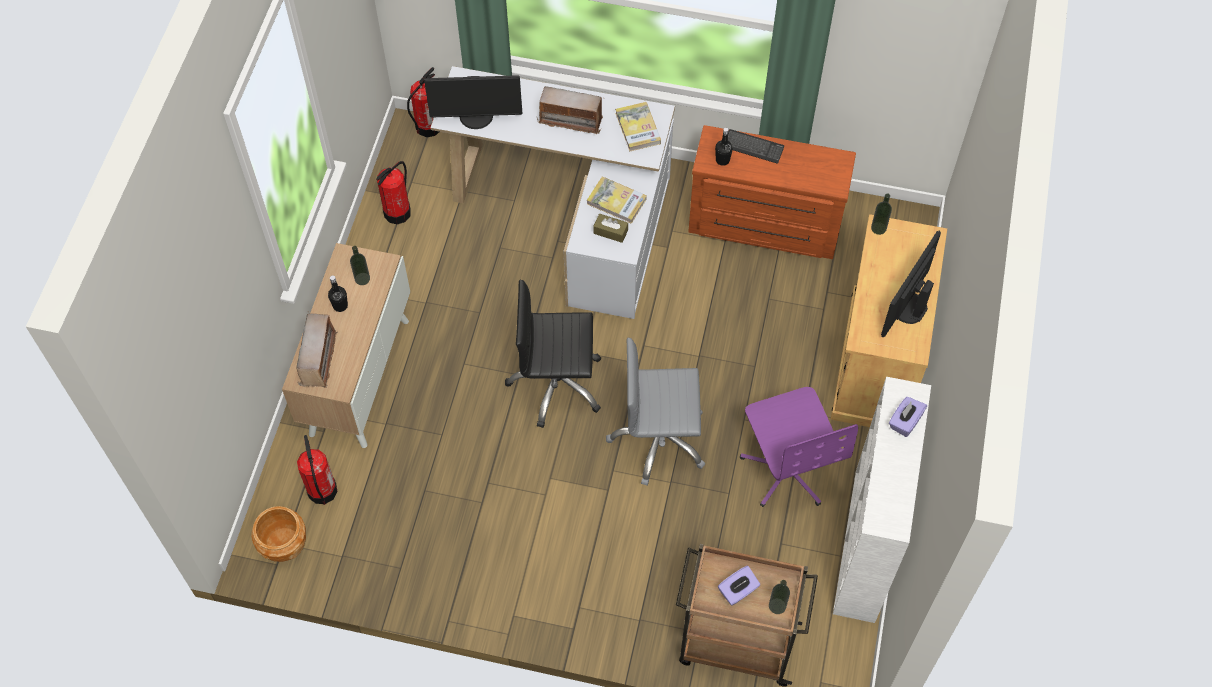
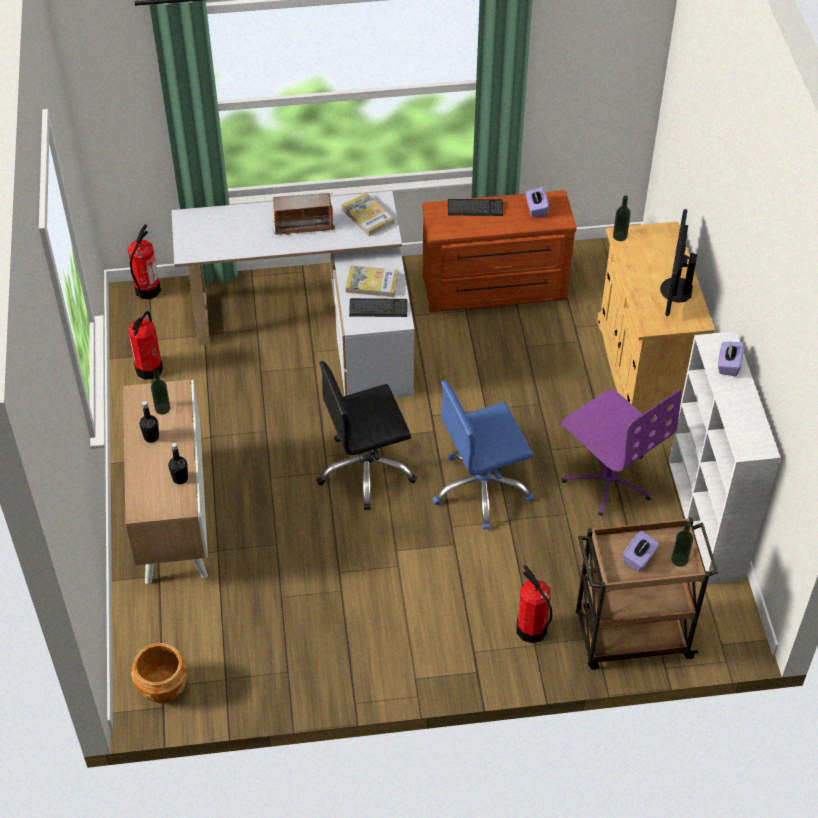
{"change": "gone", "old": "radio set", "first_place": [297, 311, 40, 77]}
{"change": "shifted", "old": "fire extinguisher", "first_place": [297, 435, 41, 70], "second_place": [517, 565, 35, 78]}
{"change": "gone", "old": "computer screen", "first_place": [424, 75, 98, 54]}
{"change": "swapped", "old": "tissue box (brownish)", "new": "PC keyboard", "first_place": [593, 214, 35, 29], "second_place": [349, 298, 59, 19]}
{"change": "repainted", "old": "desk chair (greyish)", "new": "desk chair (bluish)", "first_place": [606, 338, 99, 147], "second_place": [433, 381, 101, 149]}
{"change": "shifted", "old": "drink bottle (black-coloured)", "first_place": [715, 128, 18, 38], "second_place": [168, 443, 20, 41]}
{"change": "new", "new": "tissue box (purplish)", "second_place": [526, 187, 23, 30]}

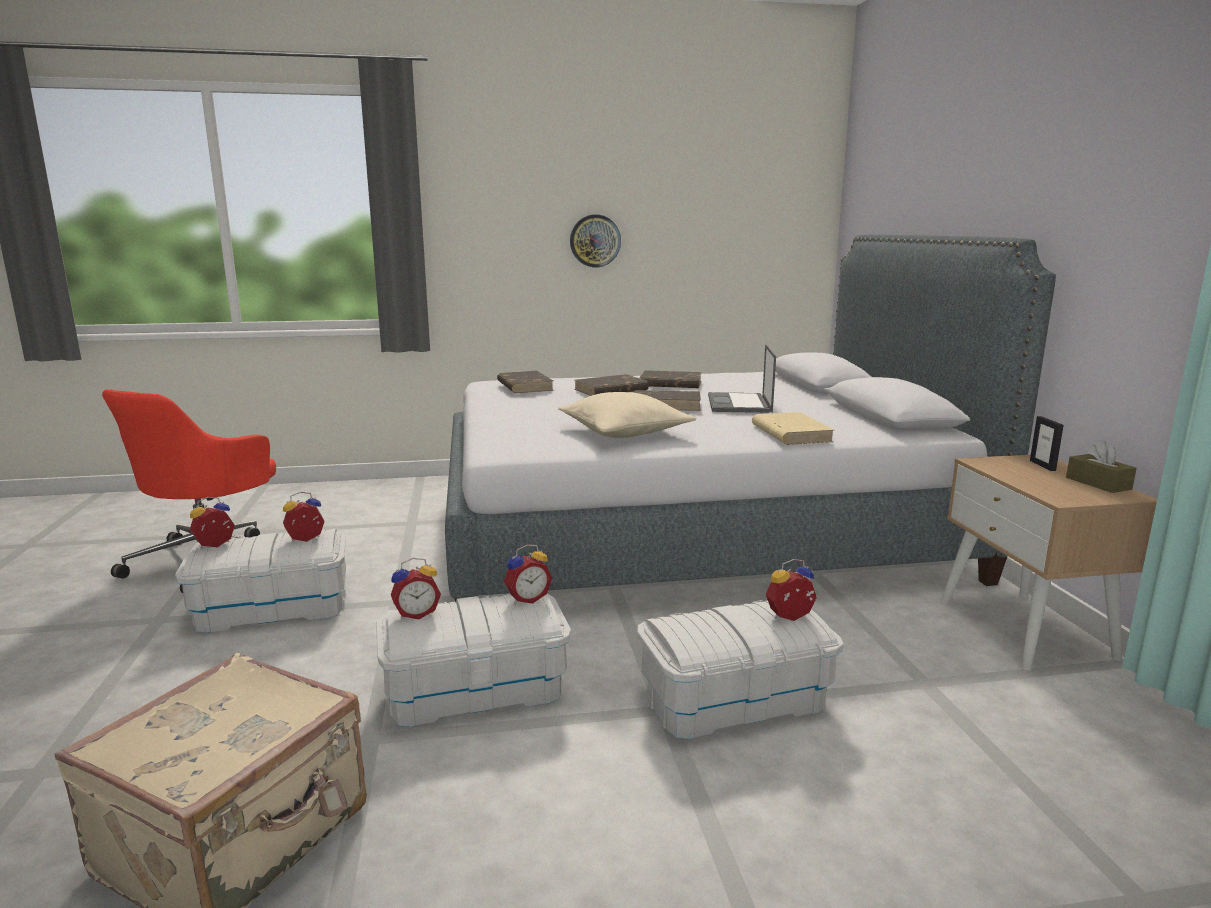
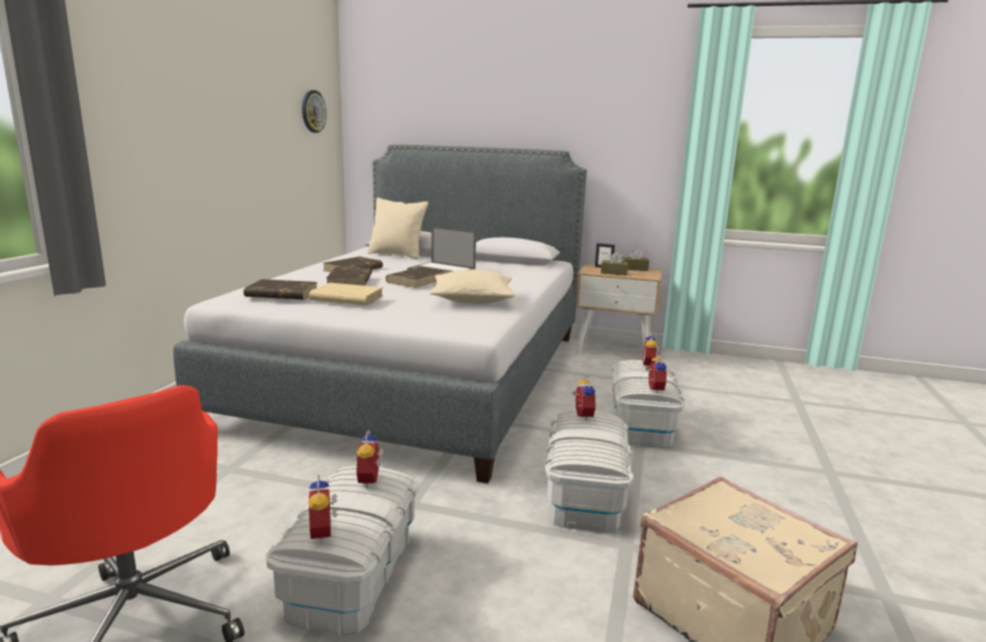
{"change": "shifted", "old": "alarm clock", "first_place": [391, 558, 50, 61], "second_place": [646, 353, 21, 41]}
{"change": "shifted", "old": "wall clock", "first_place": [570, 214, 51, 54], "second_place": [302, 90, 25, 43]}
{"change": "shifted", "old": "volume (beige-coloured)", "first_place": [752, 412, 82, 33], "second_place": [309, 283, 74, 22]}
{"change": "new", "new": "throw pillow (beige-coloured)", "second_place": [367, 198, 61, 61]}
{"change": "new", "new": "tissue box (brownish)", "second_place": [601, 252, 28, 24]}

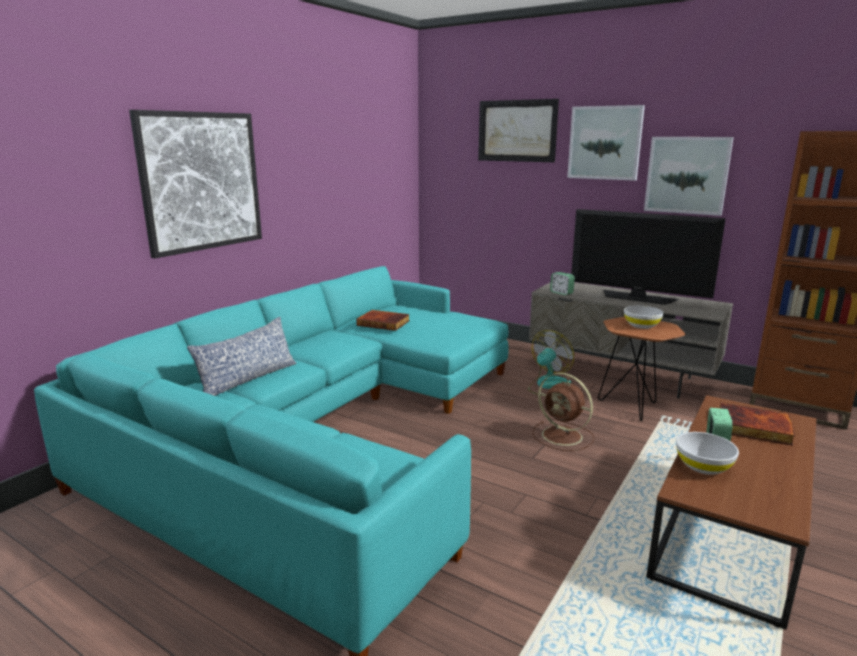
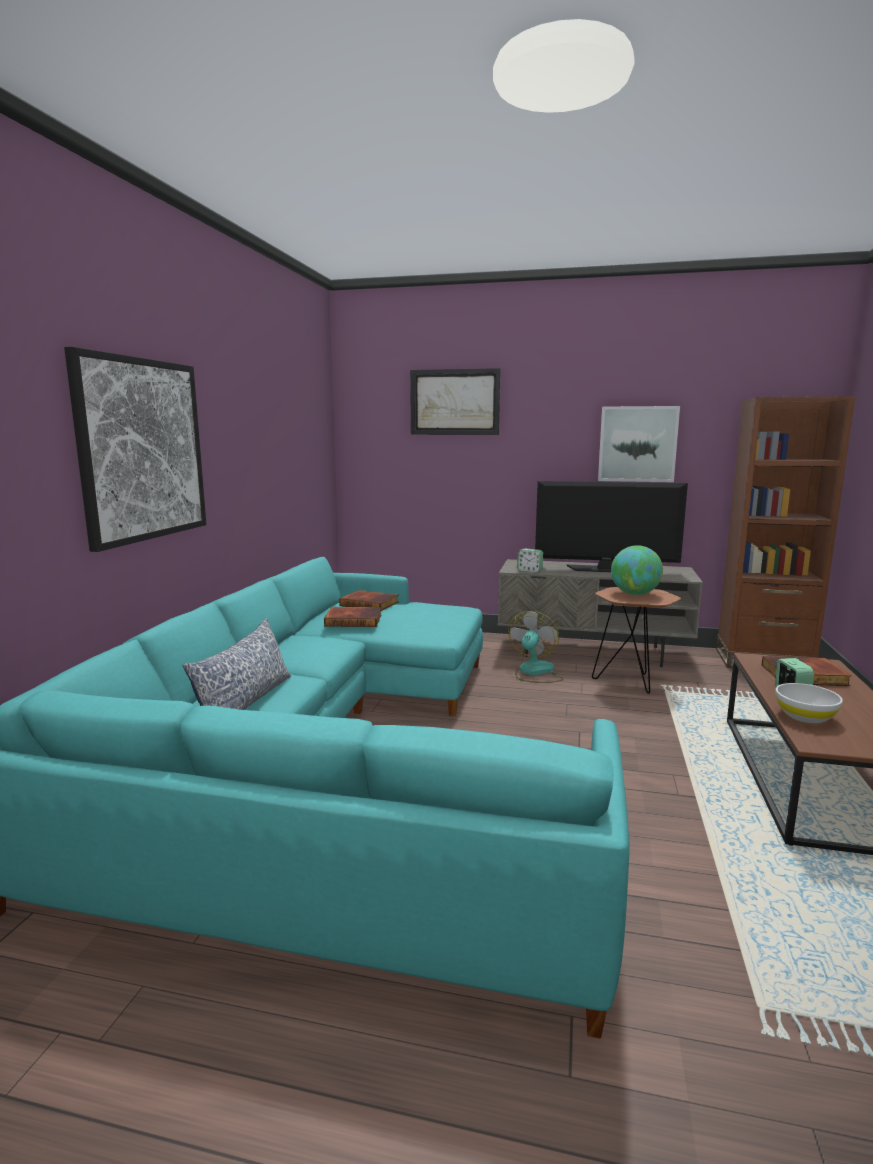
{"change": "gone", "old": "electric fan (brownish)", "first_place": [532, 373, 62, 78]}
{"change": "gone", "old": "wall picture", "first_place": [567, 105, 78, 76]}
{"change": "swapped", "old": "bowl (white-coloured)", "new": "desk globe", "first_place": [624, 306, 40, 23], "second_place": [611, 545, 52, 50]}
{"change": "new", "new": "volume", "second_place": [339, 590, 59, 21]}

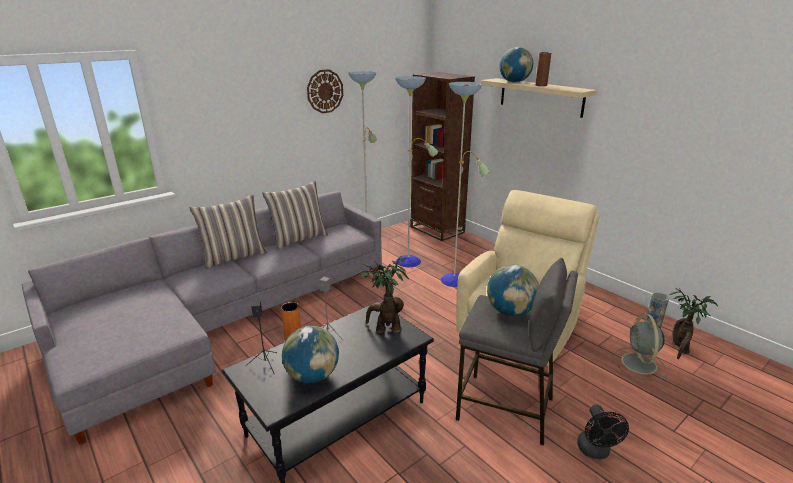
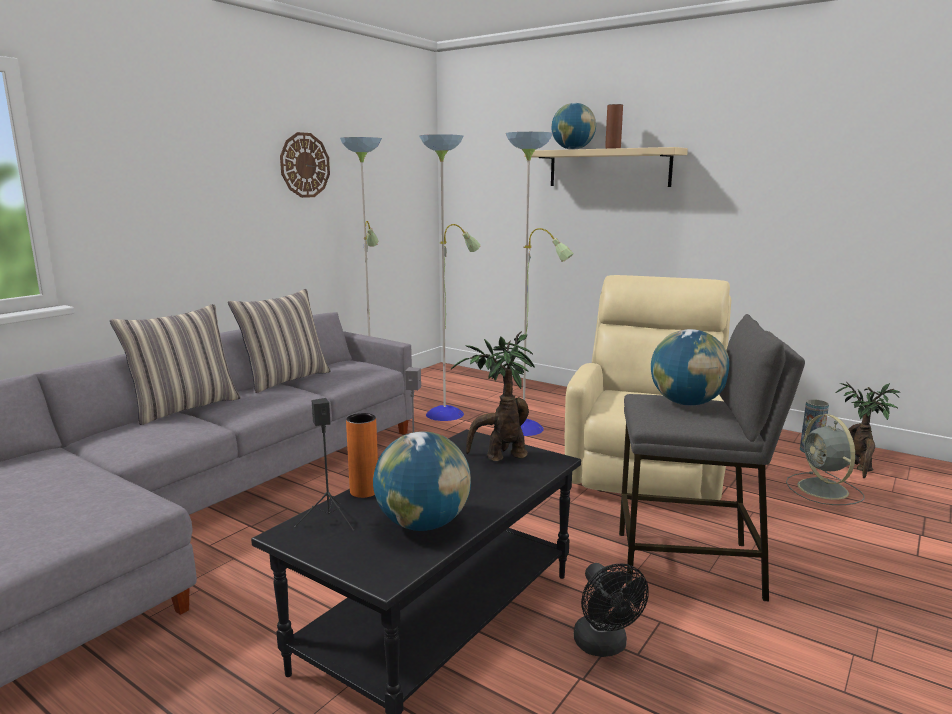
{"change": "gone", "old": "shelving unit (brownish)", "first_place": [410, 72, 65, 169]}
{"change": "shifted", "old": "electric fan (black-coloured)", "first_place": [577, 405, 52, 54], "second_place": [574, 563, 75, 94]}

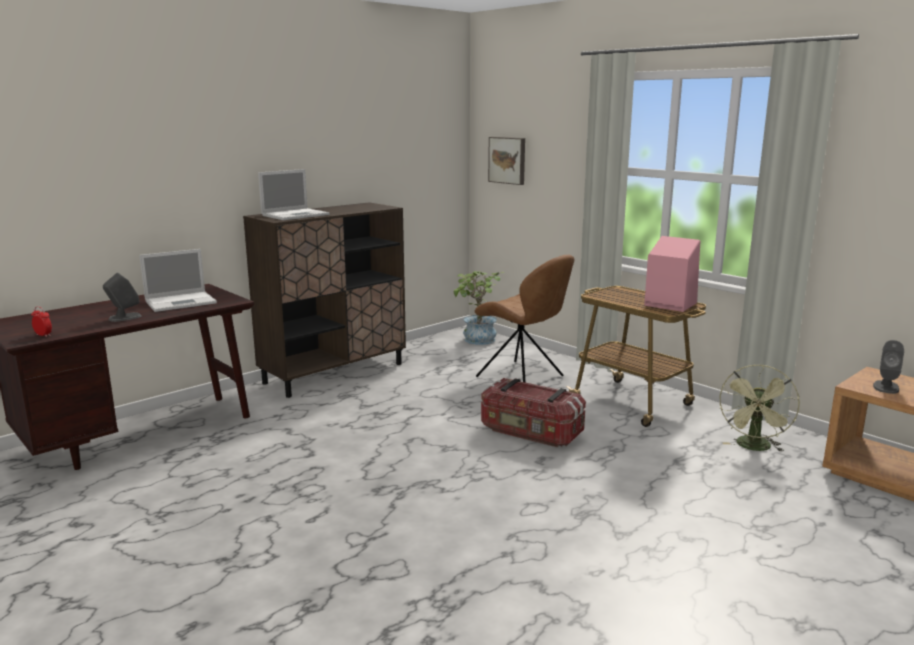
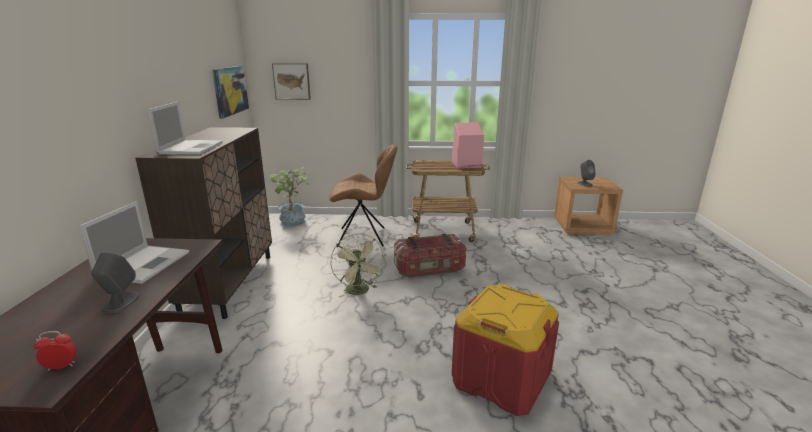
{"change": "shifted", "old": "electric fan (green-coloured)", "first_place": [720, 365, 80, 86], "second_place": [330, 233, 55, 65]}
{"change": "new", "new": "wall picture", "second_place": [212, 66, 37, 53]}
{"change": "new", "new": "storage container (red-coloured)", "second_place": [452, 284, 107, 132]}

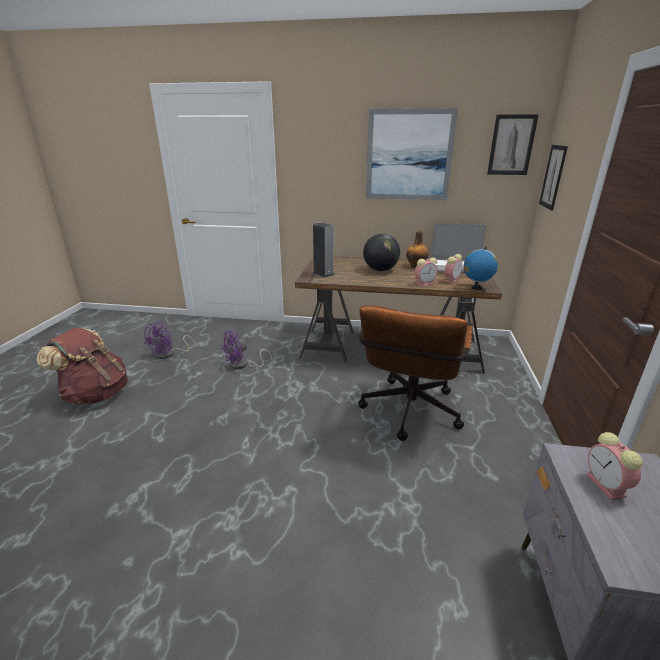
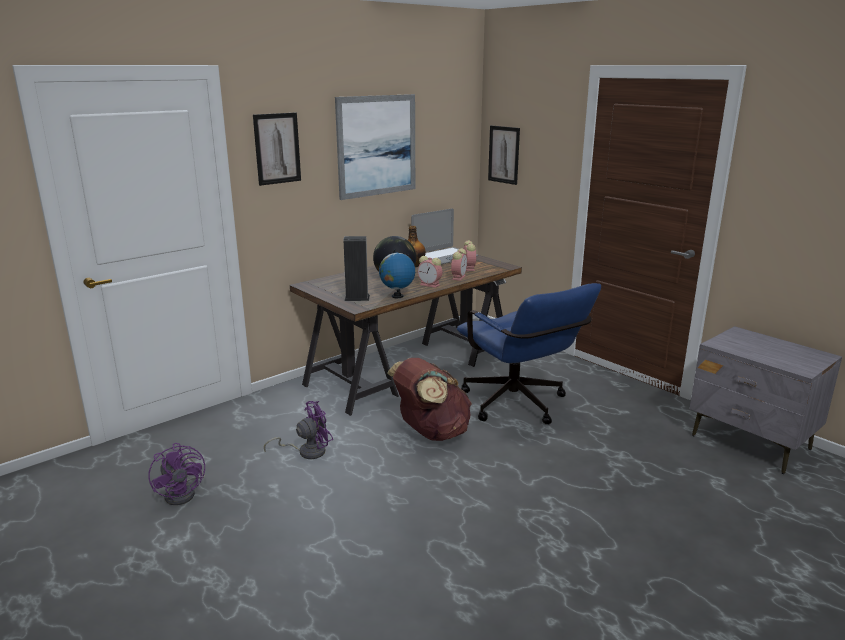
{"change": "shifted", "old": "backpack (brownish)", "first_place": [36, 328, 92, 77], "second_place": [387, 358, 85, 83]}
{"change": "rotated", "old": "electric fan (purplish)", "first_place": [221, 331, 51, 38], "second_place": [264, 401, 69, 58], "degrees": -120}
{"change": "repainted", "old": "desk chair (brownish)", "new": "desk chair (bluish)", "first_place": [358, 305, 115, 136], "second_place": [457, 283, 144, 141]}
{"change": "shifted", "old": "desk globe", "first_place": [464, 247, 34, 43], "second_place": [379, 250, 36, 48]}
{"change": "shifted", "old": "wall picture", "first_place": [487, 114, 52, 61], "second_place": [253, 113, 48, 73]}
{"change": "shifted", "old": "alarm clock", "first_place": [586, 432, 57, 68], "second_place": [417, 256, 25, 32]}

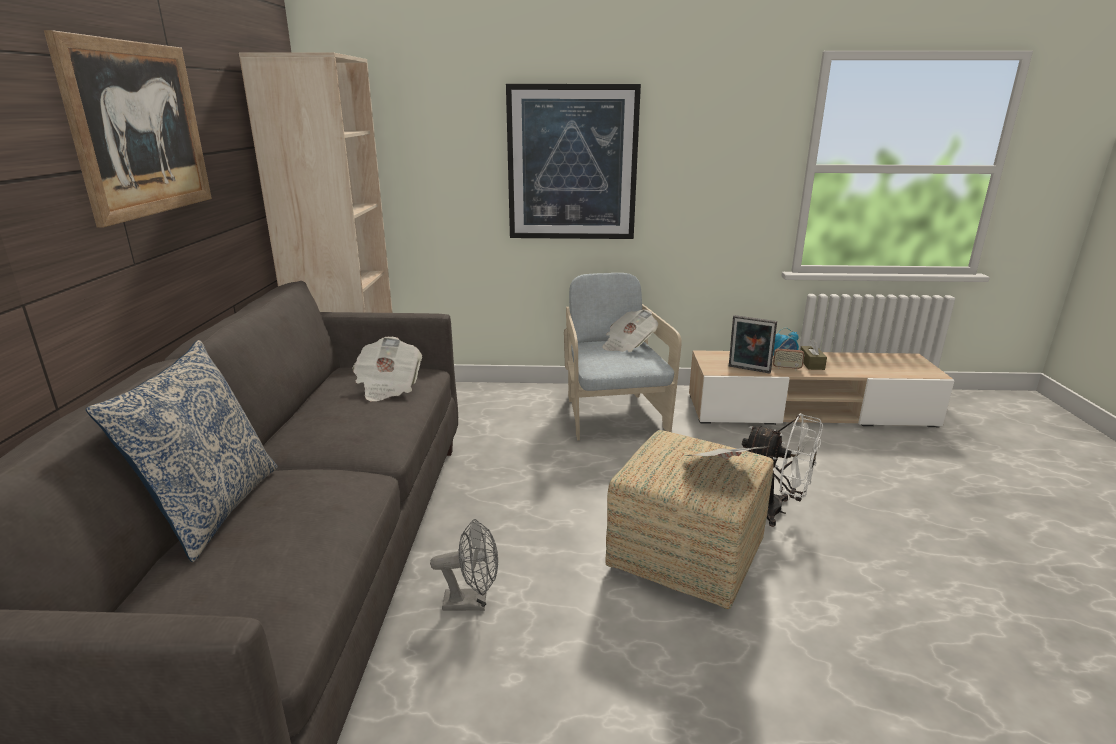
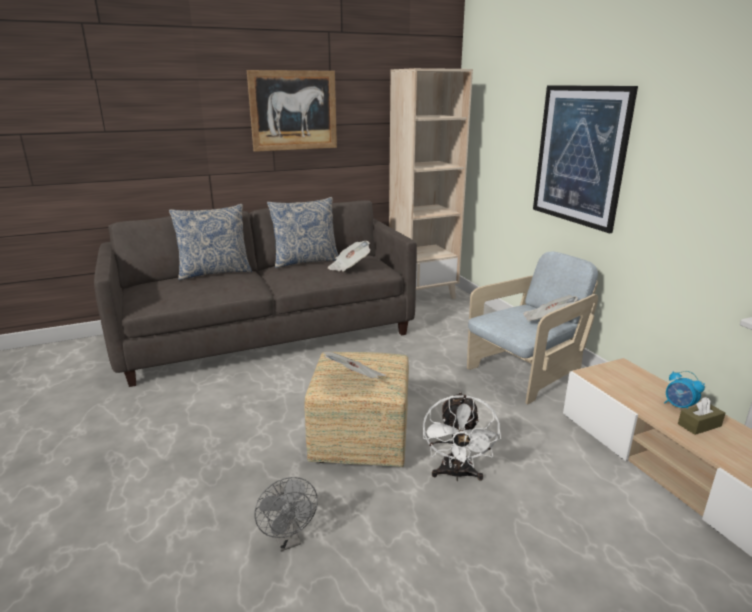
{"change": "shifted", "old": "electric fan (greyish)", "first_place": [430, 519, 68, 92], "second_place": [254, 477, 64, 75]}
{"change": "gone", "old": "picture frame", "first_place": [729, 315, 48, 59]}
{"change": "gone", "old": "radio set", "first_place": [773, 335, 31, 35]}
{"change": "new", "new": "throw pillow", "second_place": [267, 197, 72, 71]}

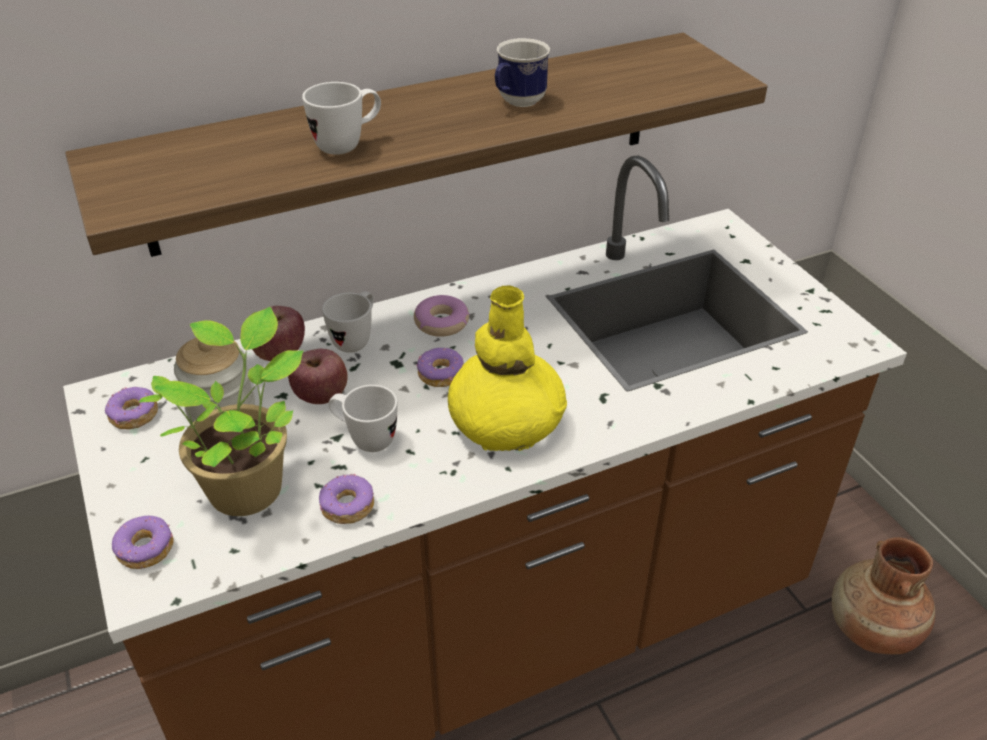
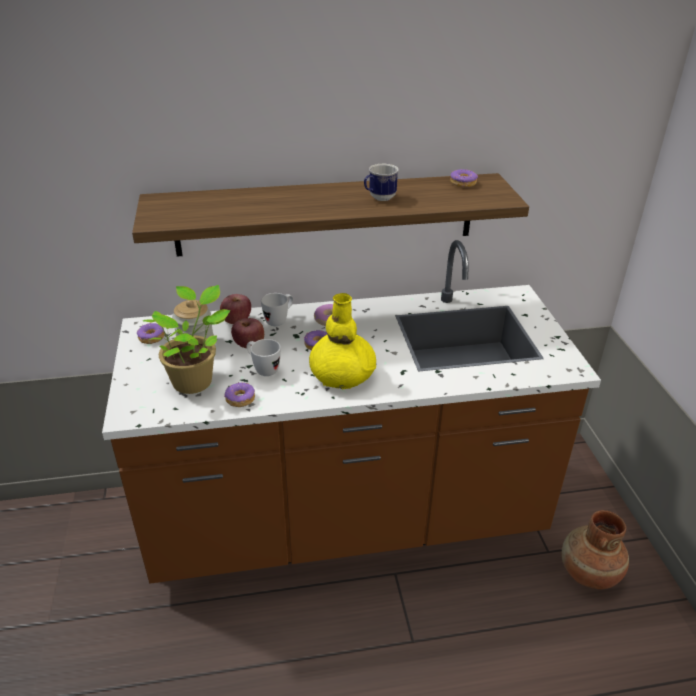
{"change": "shifted", "old": "doughnut", "first_place": [112, 516, 61, 53], "second_place": [450, 169, 28, 18]}
{"change": "gone", "old": "coffee mug (white-coloured)", "first_place": [302, 82, 79, 73]}

